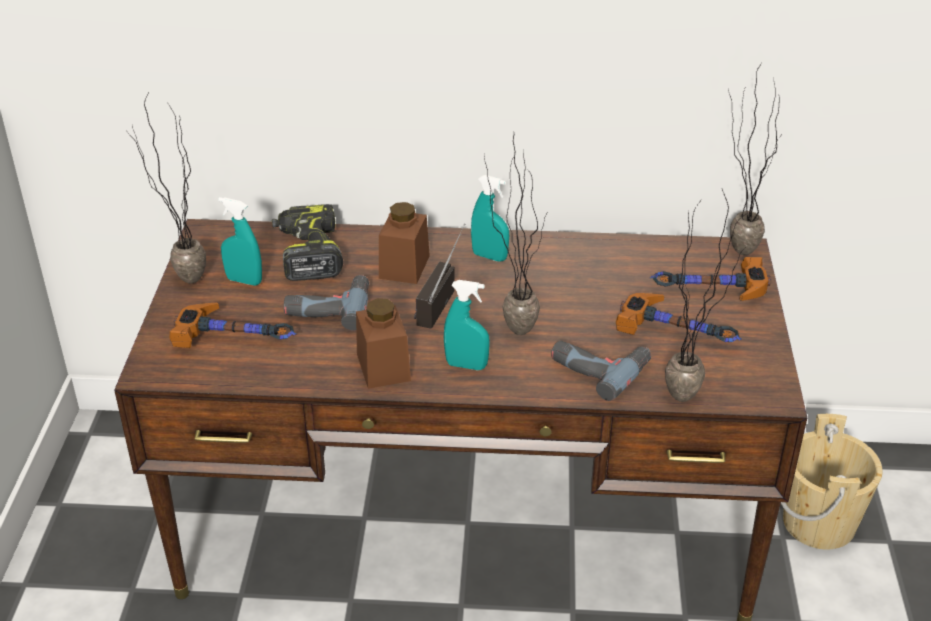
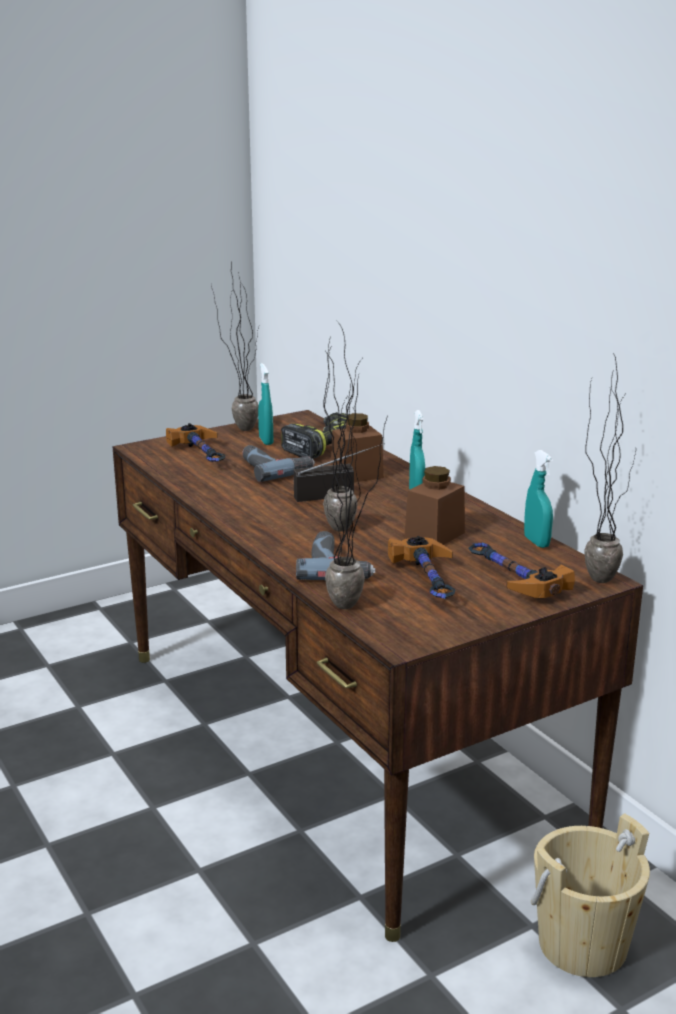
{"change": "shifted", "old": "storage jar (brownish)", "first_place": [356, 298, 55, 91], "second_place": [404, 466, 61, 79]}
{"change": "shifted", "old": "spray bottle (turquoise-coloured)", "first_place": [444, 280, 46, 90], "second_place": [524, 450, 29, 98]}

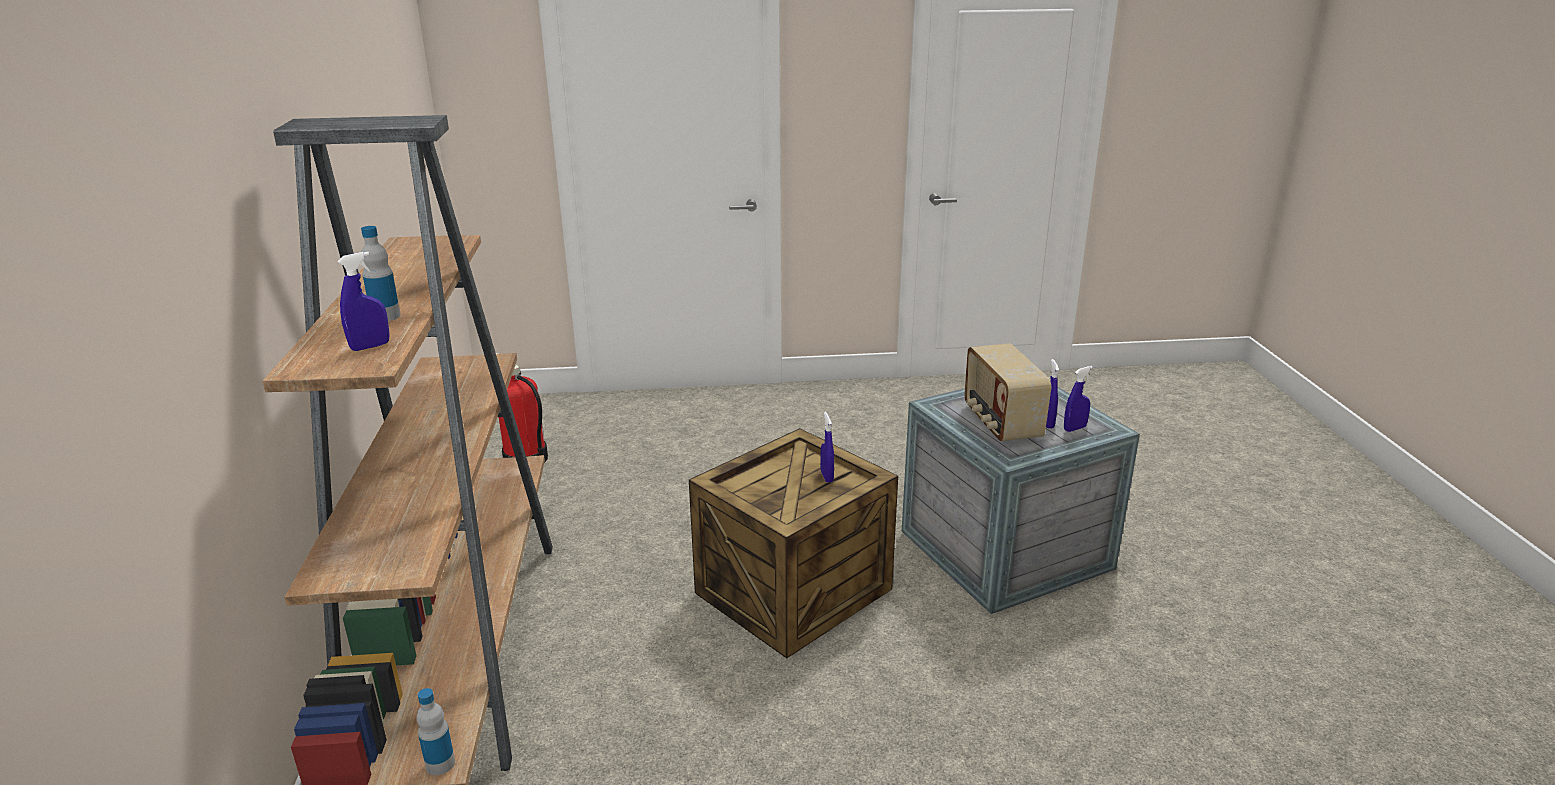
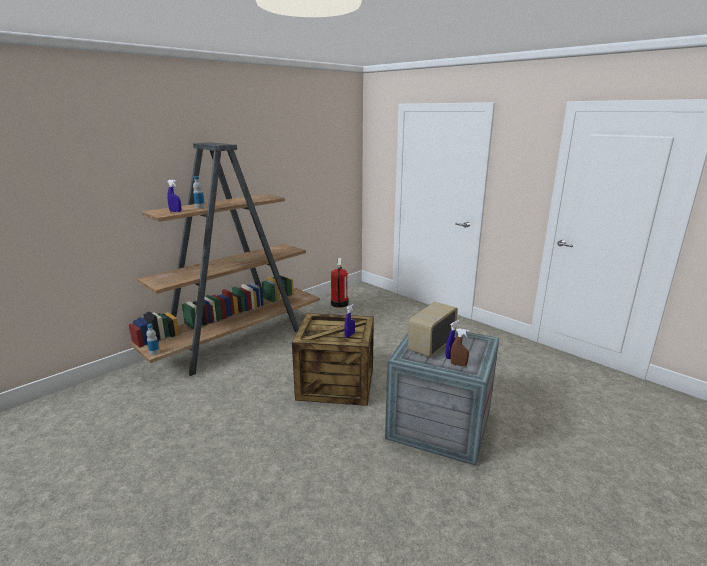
{"change": "repainted", "old": "spray bottle (bluish)", "new": "spray bottle (brownish)", "first_place": [1064, 366, 29, 66], "second_place": [450, 328, 19, 38]}

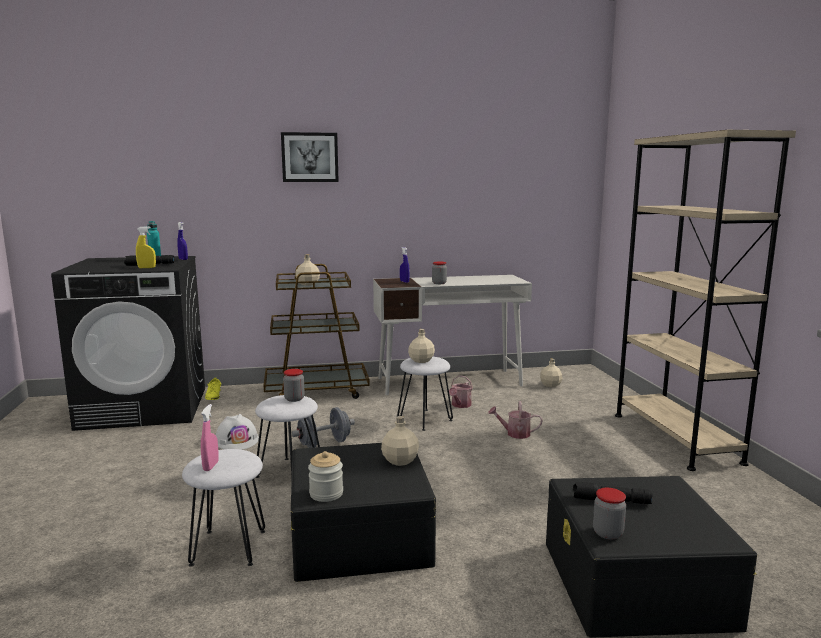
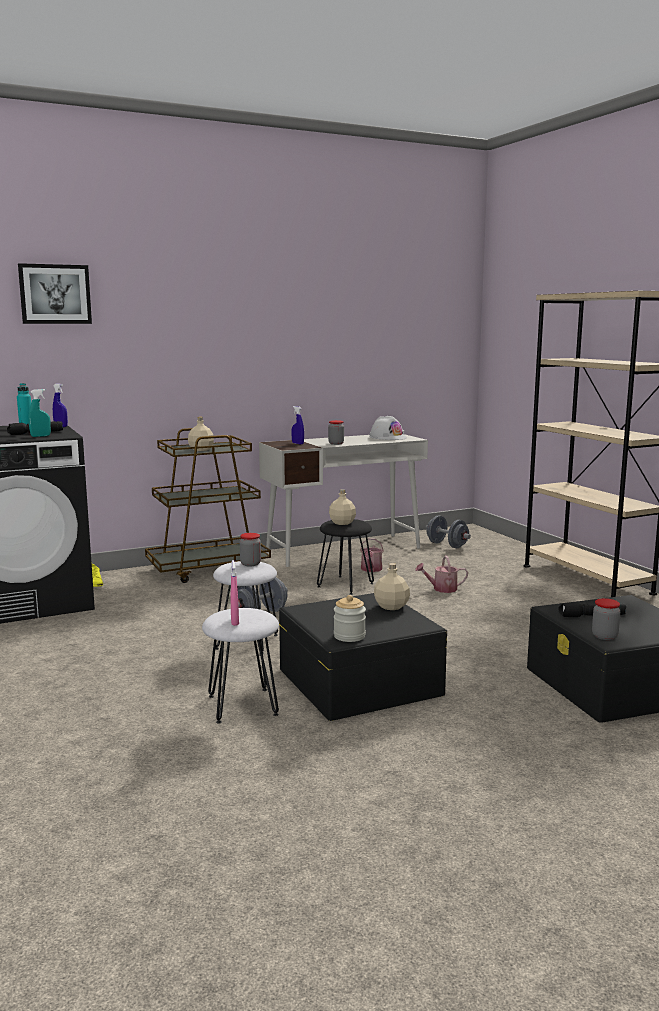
{"change": "repainted", "old": "spray bottle (yellow-coloured)", "new": "spray bottle (turquoise-coloured)", "first_place": [136, 226, 20, 42], "second_place": [28, 389, 23, 48]}
{"change": "shifted", "old": "hard hat (white-coloured)", "first_place": [216, 414, 43, 36], "second_place": [369, 416, 38, 24]}
{"change": "shifted", "old": "wall picture", "first_place": [281, 132, 58, 50], "second_place": [18, 263, 74, 61]}
{"change": "repainted", "old": "stool seat (white-coloured)", "new": "stool seat (black-coloured)", "first_place": [397, 357, 56, 74], "second_place": [317, 519, 57, 76]}
{"change": "swapped", "old": "drink bottle (beige-coloured)", "new": "hand weight (greyish)", "first_place": [540, 359, 22, 28], "second_place": [426, 515, 45, 33]}

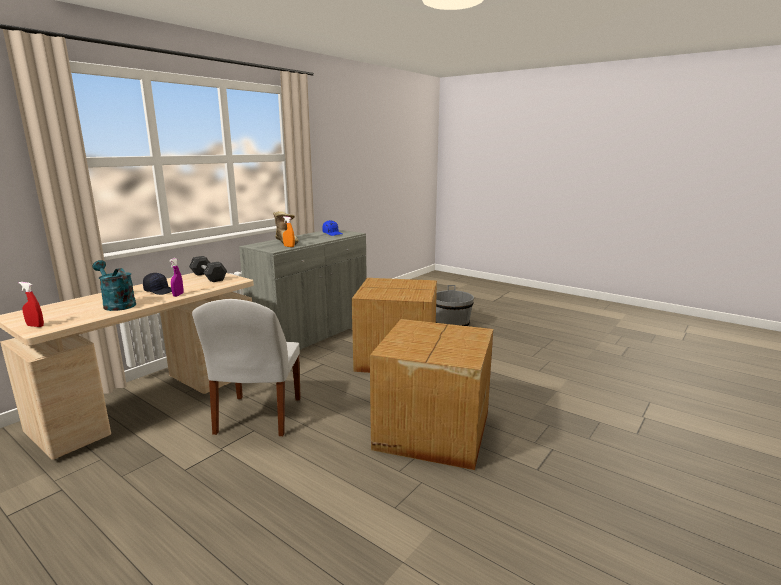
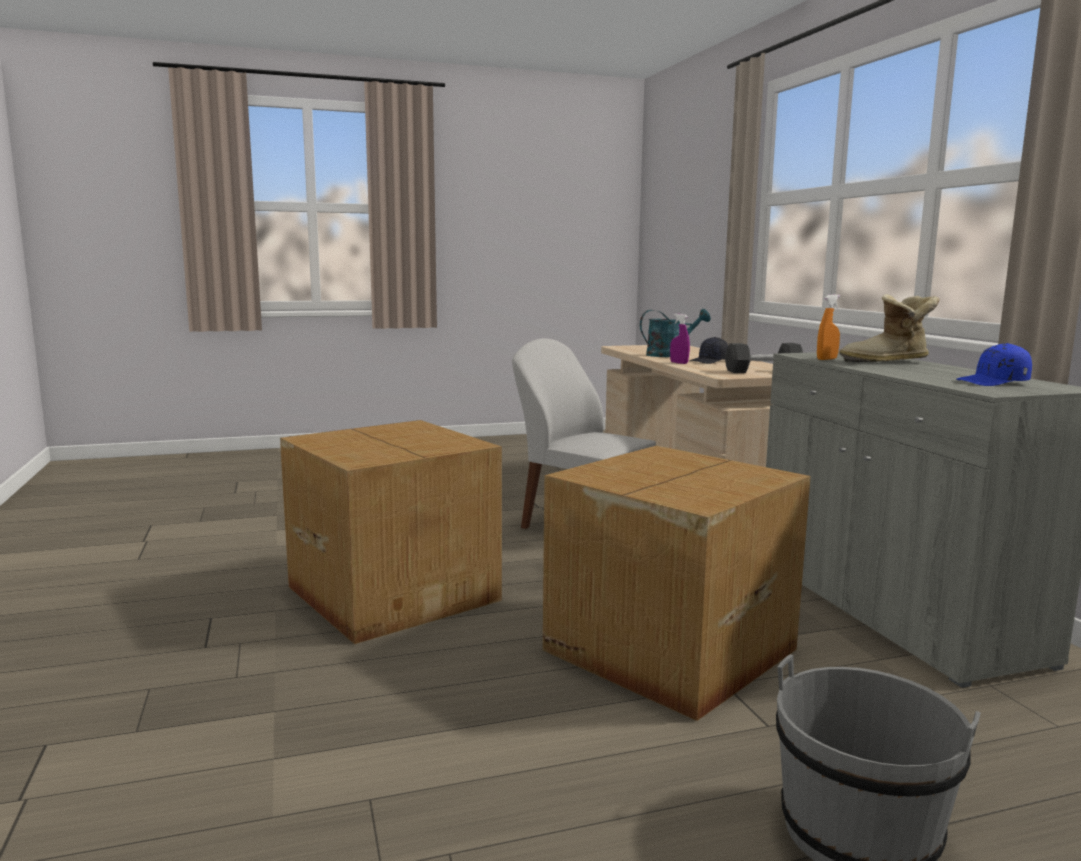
{"change": "gone", "old": "spray bottle (red-coloured)", "first_place": [19, 282, 25, 45]}

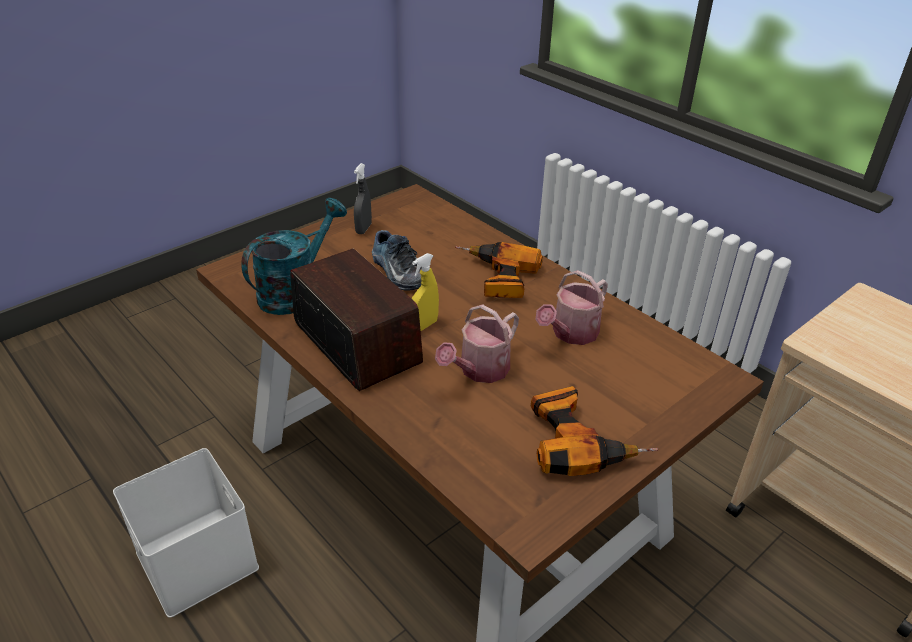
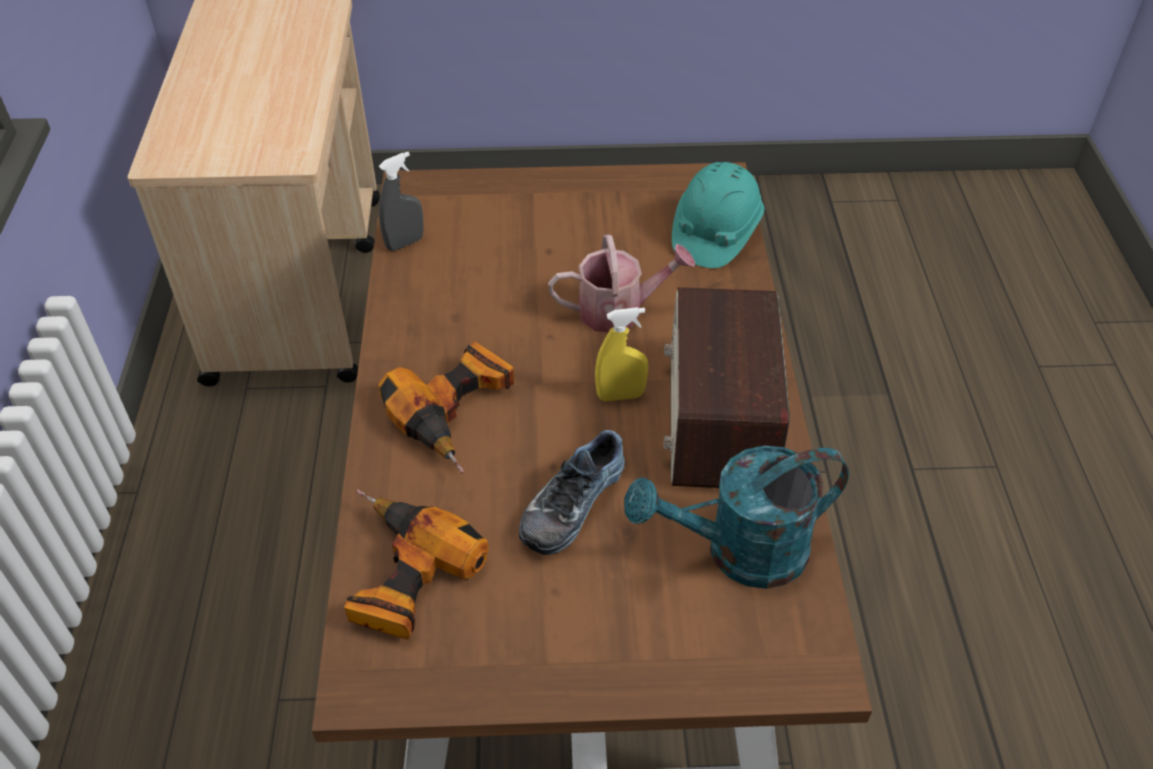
{"change": "gone", "old": "storage container (white-coloured)", "first_place": [113, 448, 146, 170]}
{"change": "shifted", "old": "spray bottle (greyish)", "first_place": [354, 163, 18, 71], "second_place": [379, 152, 45, 99]}
{"change": "rotated", "old": "shoe", "first_place": [372, 230, 50, 60], "second_place": [519, 430, 106, 125], "degrees": -150}
{"change": "shifted", "old": "power drill", "first_place": [531, 386, 128, 90], "second_place": [344, 489, 145, 151]}
{"change": "gone", "old": "sprinkling can", "first_place": [535, 270, 73, 75]}
{"change": "new", "new": "hard hat (turquoise-coloured)", "second_place": [672, 162, 92, 106]}

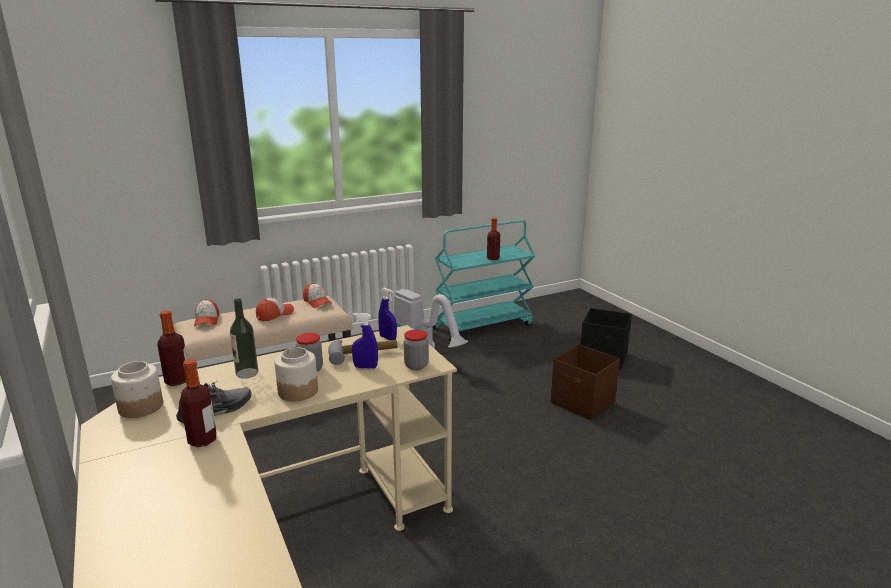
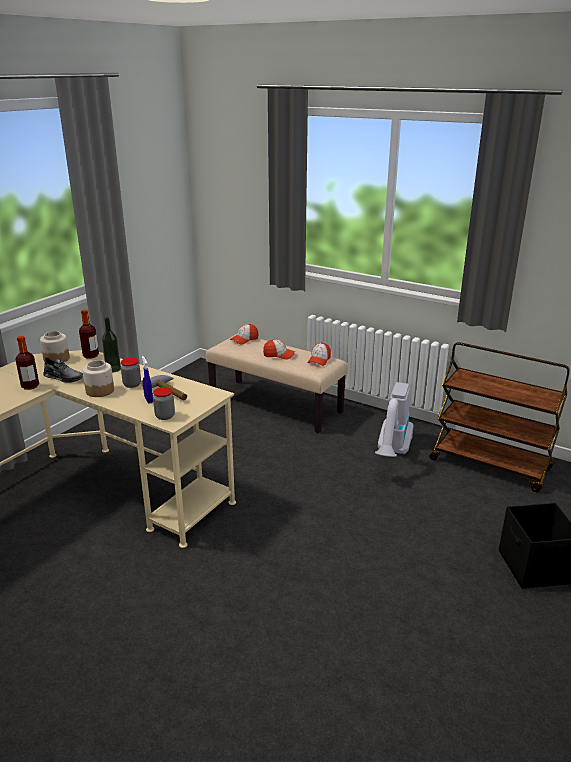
{"change": "gone", "old": "spray bottle (bluish)", "first_place": [378, 288, 19, 52]}
{"change": "repainted", "old": "cart (turquoise-coloured)", "new": "cart (brownish)", "first_place": [433, 220, 102, 122], "second_place": [429, 342, 141, 150]}
{"change": "gone", "old": "drink bottle", "first_place": [487, 218, 13, 42]}
{"change": "gone", "old": "storage container (brownish)", "first_place": [551, 344, 69, 76]}

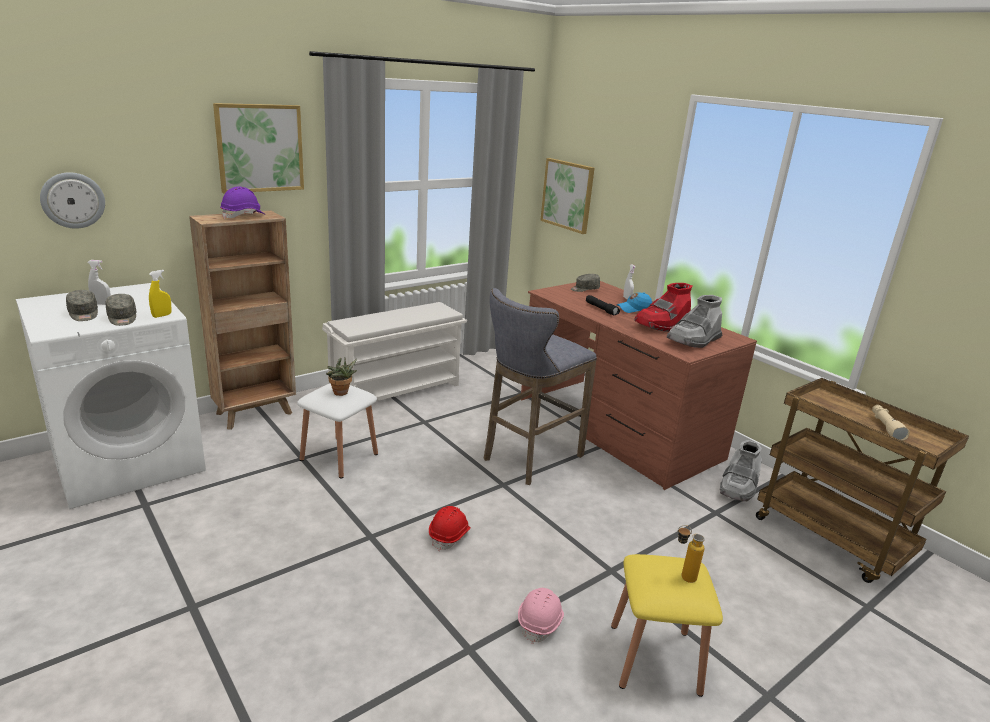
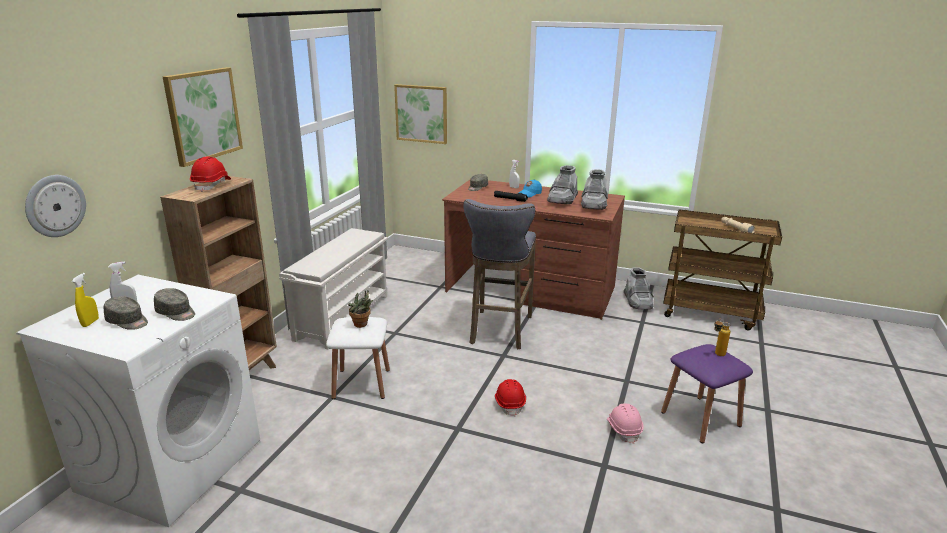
{"change": "shifted", "old": "spray bottle (yellow-coloured)", "first_place": [149, 270, 22, 48], "second_place": [72, 273, 27, 54]}
{"change": "repainted", "old": "hard hat (purplish)", "new": "hard hat (red-coloured)", "first_place": [220, 186, 46, 33], "second_place": [190, 157, 41, 35]}
{"change": "repainted", "old": "stool seat (yellow-coloured)", "new": "stool seat (purplish)", "first_place": [611, 554, 112, 143], "second_place": [661, 344, 92, 99]}
{"change": "repainted", "old": "high-top boot (red-coloured)", "new": "high-top boot (greyish)", "first_place": [634, 283, 59, 49], "second_place": [547, 165, 31, 39]}

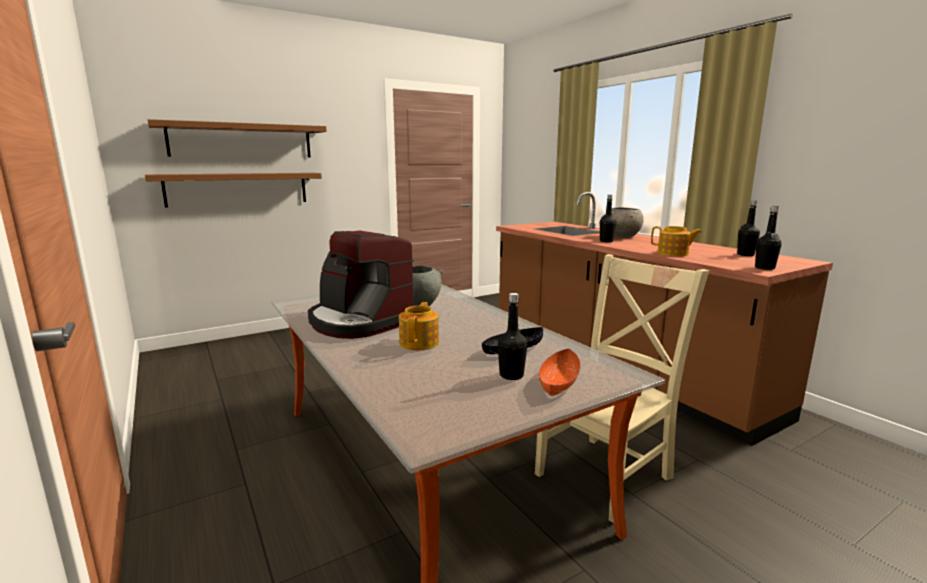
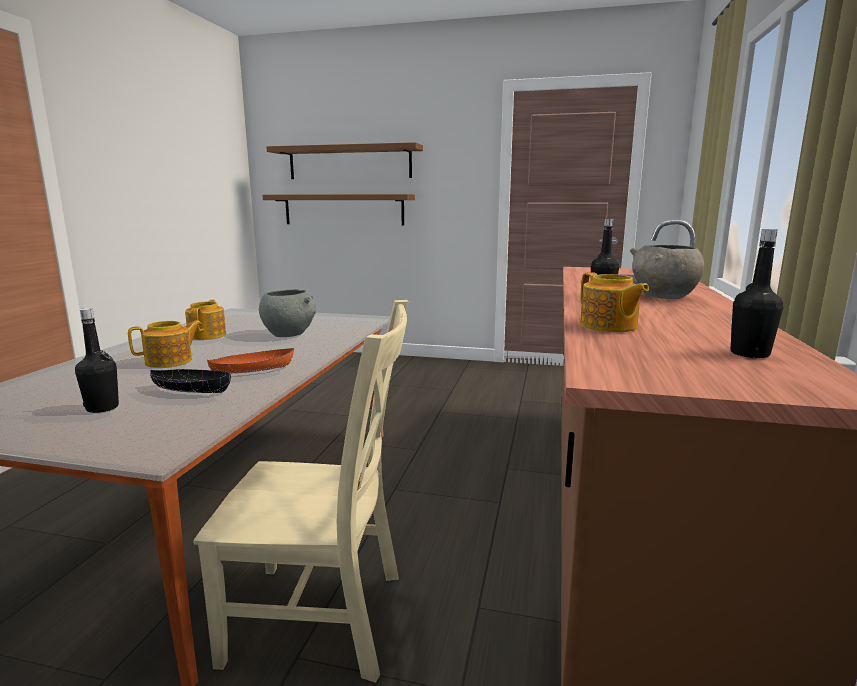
{"change": "swapped", "old": "coffee maker", "new": "teapot", "first_place": [308, 231, 106, 108], "second_place": [185, 300, 41, 40]}
{"change": "shifted", "old": "bowl (orange-coloured)", "first_place": [539, 348, 41, 48], "second_place": [207, 348, 87, 26]}
{"change": "gone", "old": "drink bottle (black-coloured)", "first_place": [755, 206, 27, 64]}

